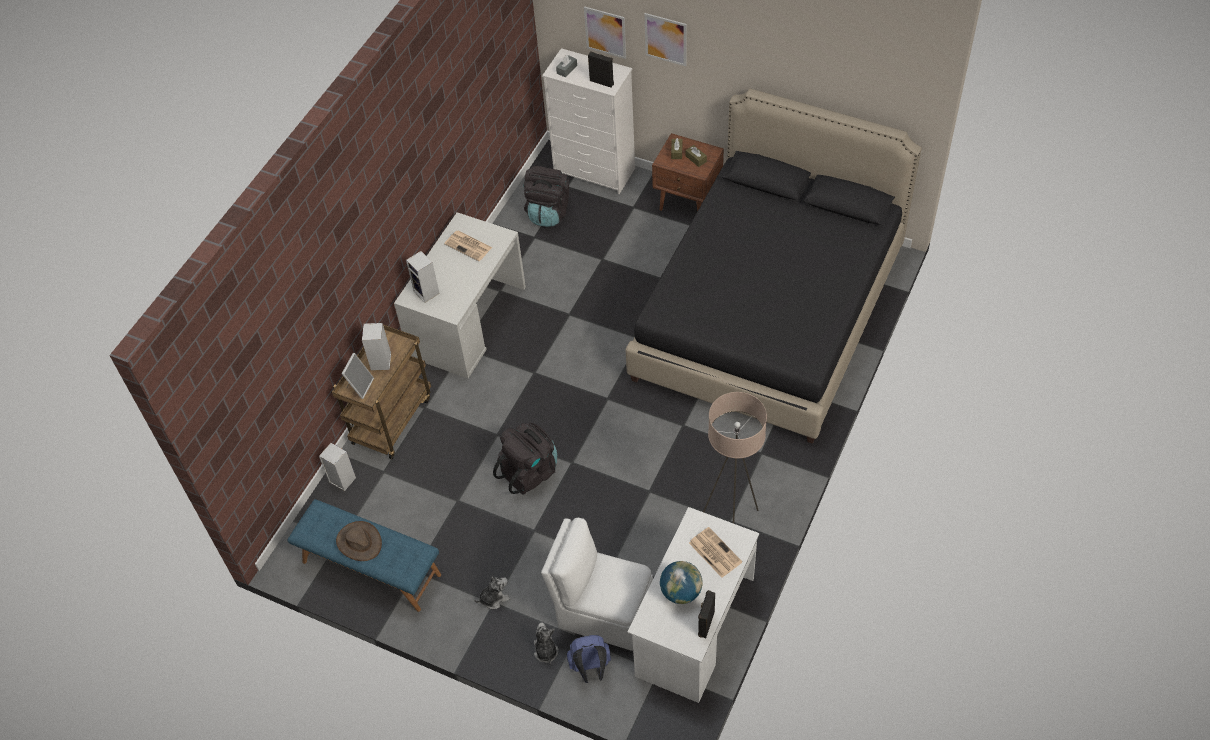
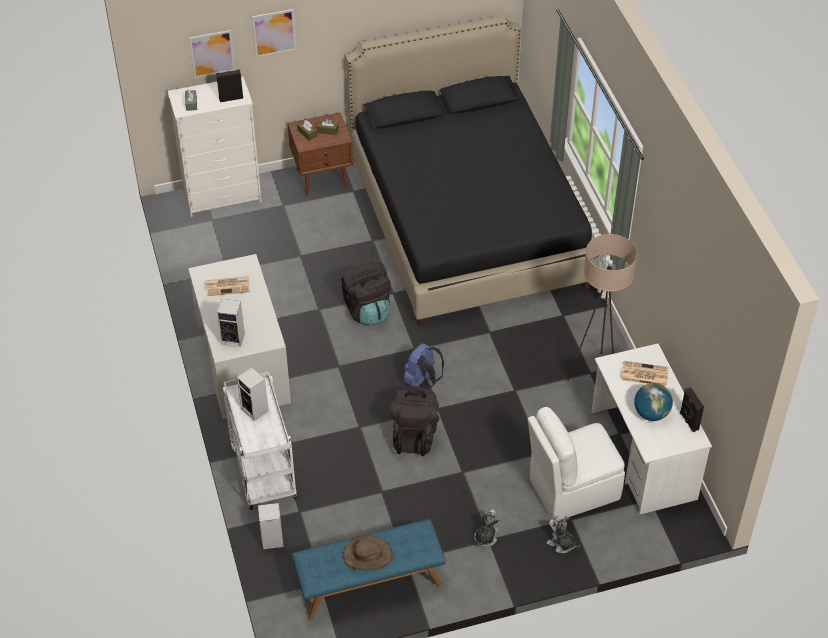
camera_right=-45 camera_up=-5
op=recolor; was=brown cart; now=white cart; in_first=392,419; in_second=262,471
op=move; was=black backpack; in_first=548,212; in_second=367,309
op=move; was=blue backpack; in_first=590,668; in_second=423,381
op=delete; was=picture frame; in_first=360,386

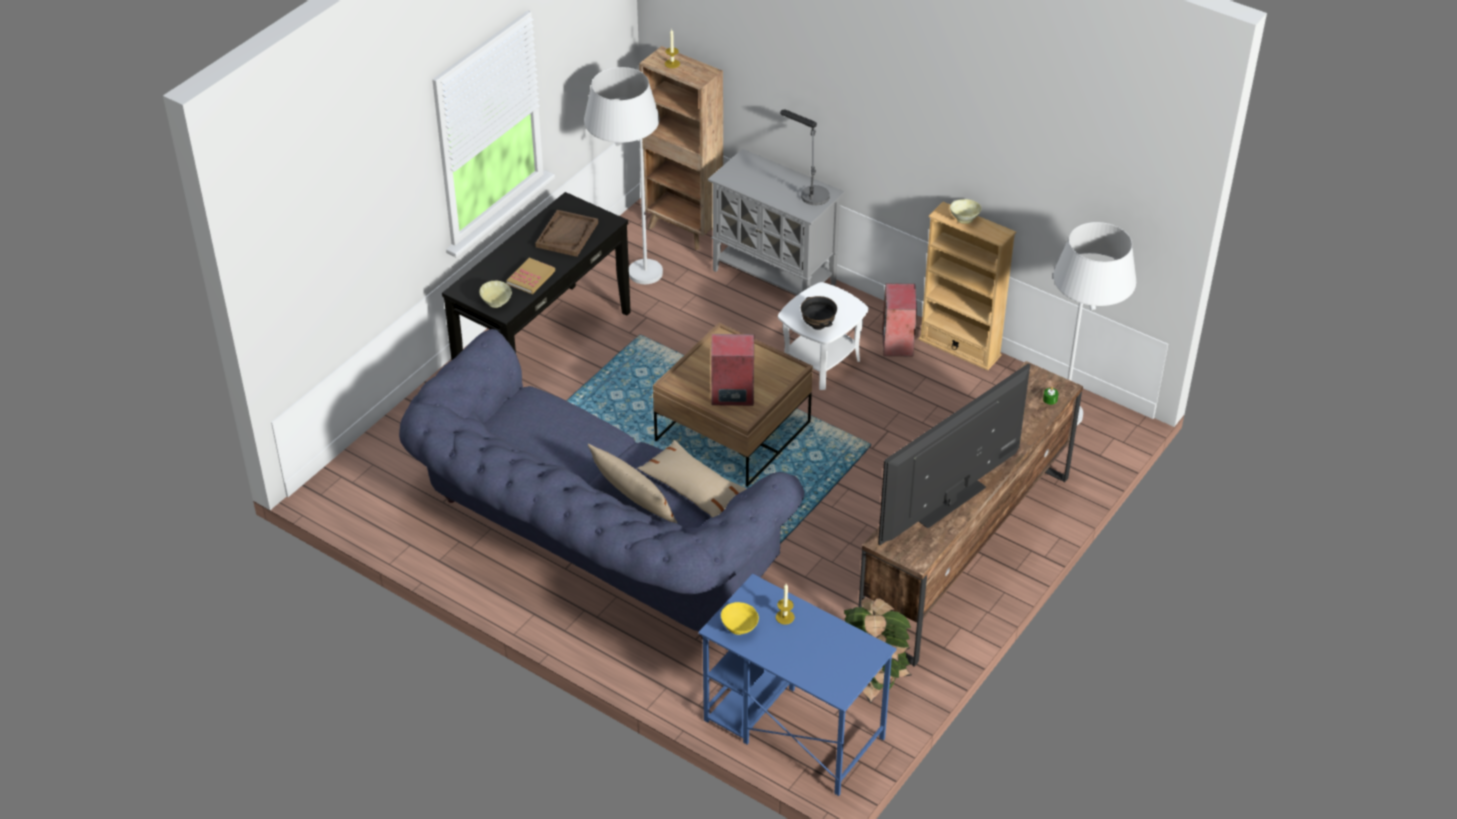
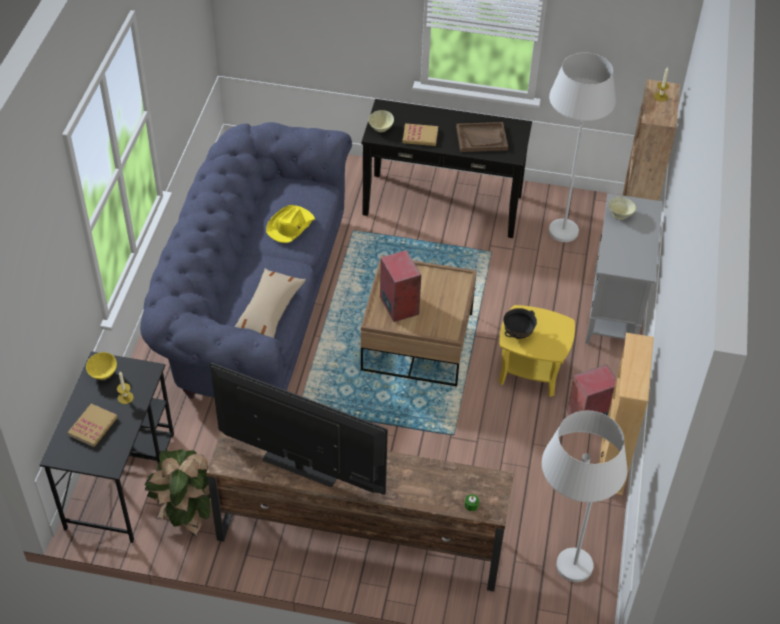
camera_right=65 camera_up=5
op=recolor; was=blue desk; now=black desk; in_first=792,729; in_second=120,479
op=insert; now=book; in_second=93,426
op=insert; now=yellow hat; in_second=290,226
op=recolor; was=white side table; now=yellow side table; in_first=821,362; in_second=531,372
op=move; was=beige bowl; in_first=964,219; in_second=620,215
op=delete; was=beige pillow; in_first=633,502
op=delete; was=table lamp; in_first=808,192

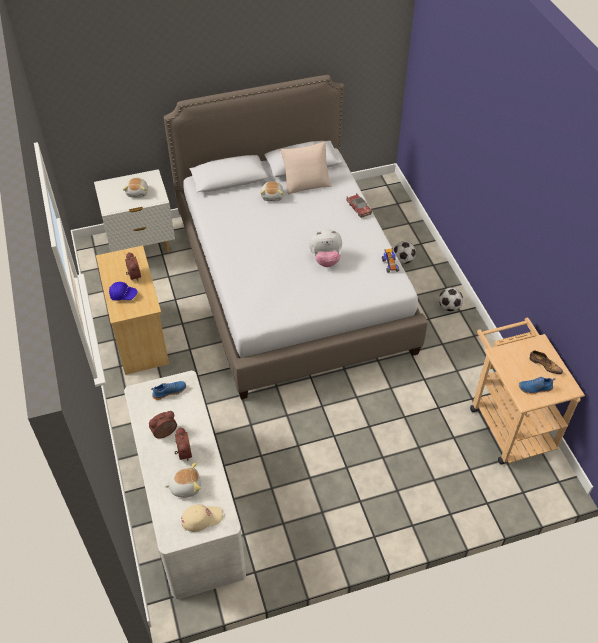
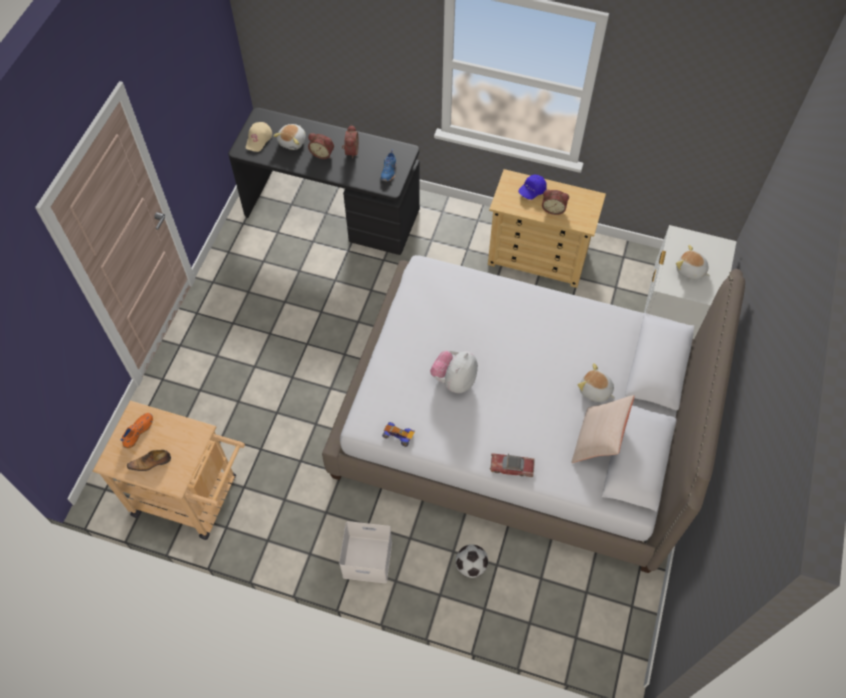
camera_right=125 camera_up=10
op=recolor; was=blue shoe; now=orange shoe; in_first=535,389; in_second=137,431
op=recolor; was=white desk; now=black desk; in_first=189,505; in_second=332,211
op=replace; was=football; now=white storage box; in_first=449,307; in_second=366,560

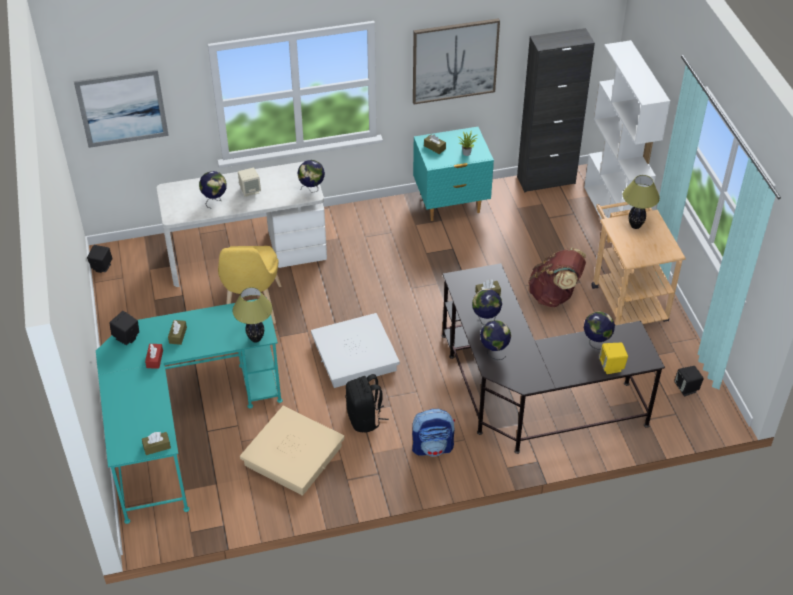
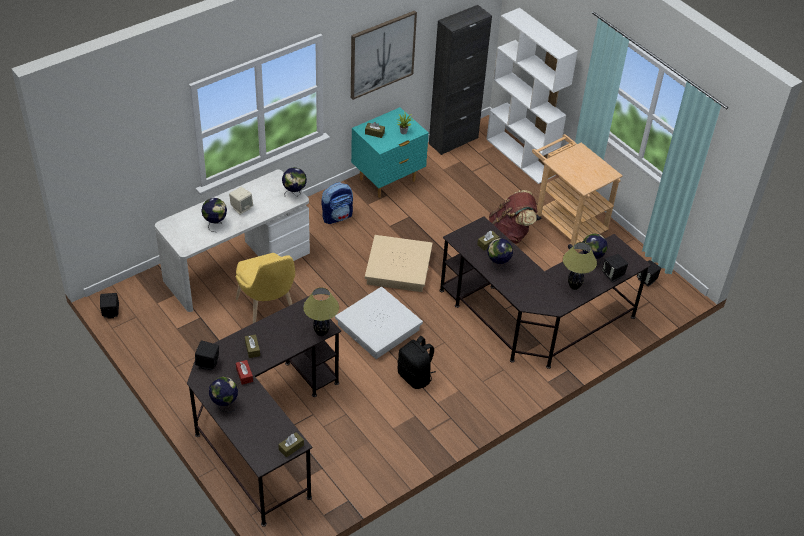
camera_right=-25 camera_up=0
op=recolor; was=turquoise desk; now=black desk; in_first=181,425; in_second=263,429
op=move; was=globe; in_first=494,351; in_second=224,405
op=move; was=backpack; in_first=433,447; in_second=337,216
op=move; was=beige storage box; in_first=293,455; in_second=398,268
op=move; was=table lamp; in_first=635,226; in_second=574,286
op=recolor; was=yellow speaker; now=black speaker; in_first=611,366; in_second=613,275
op=delete; was=picture; in_first=122,108

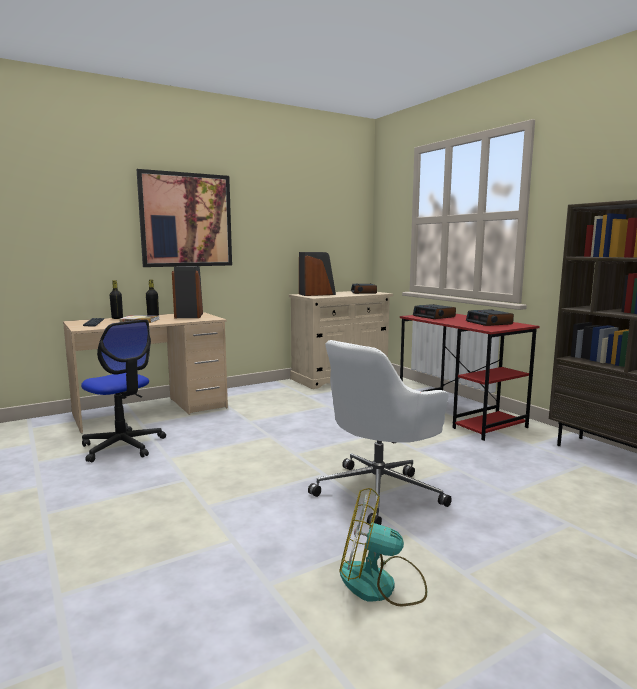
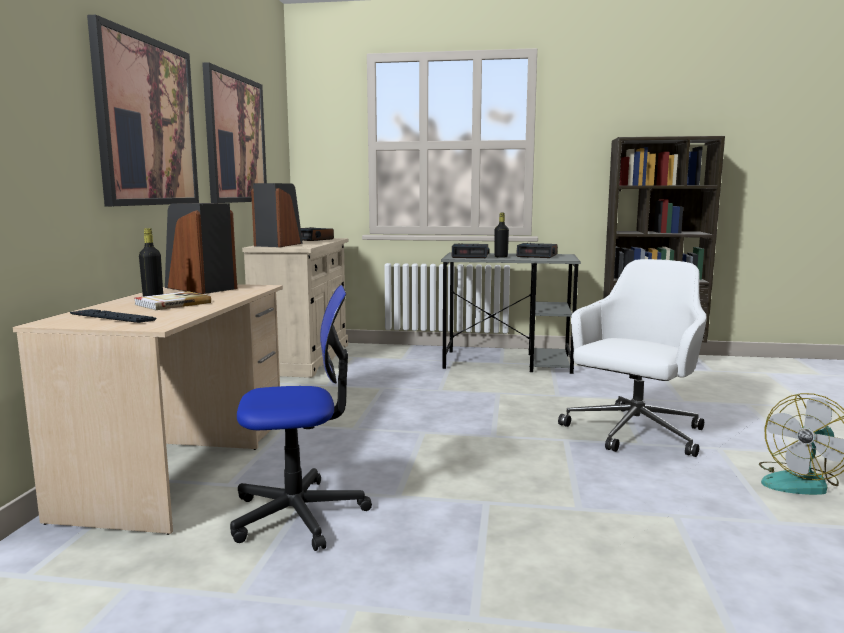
camera_right=-50 camera_up=0
op=insert; now=picture; in_second=235,139
op=recolor; was=red desk; now=grey desk; in_first=460,416; in_second=508,362
op=move; was=black bottle; in_first=117,318; in_second=501,257
op=rotate; was=white office chair; in_first=379,492; in_second=633,433; clockwise=-135

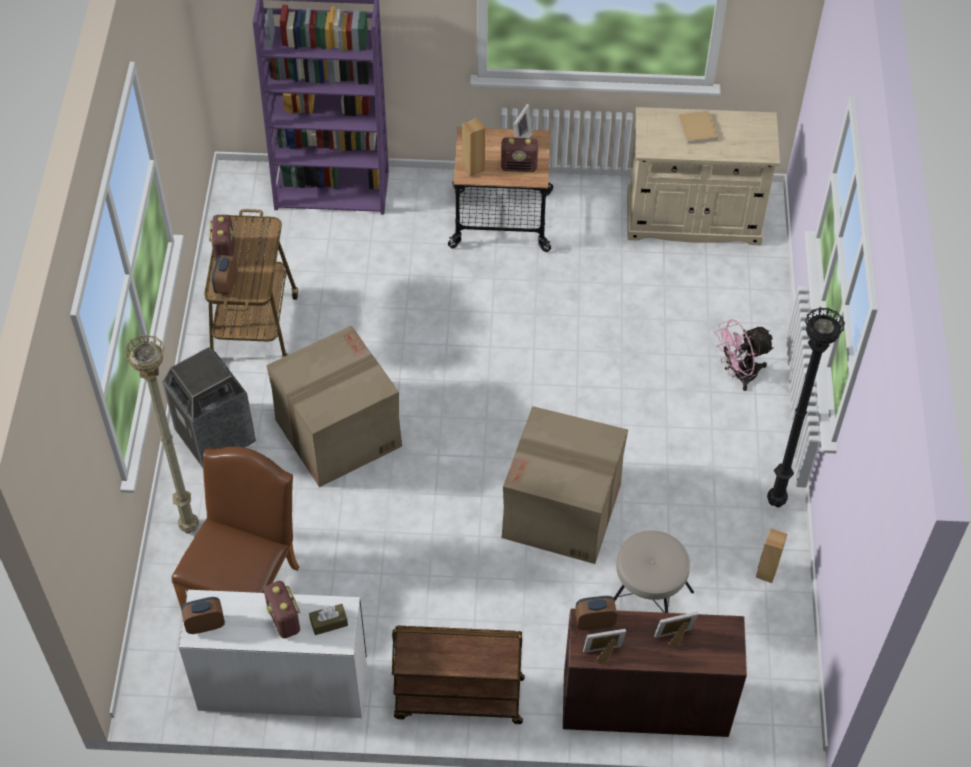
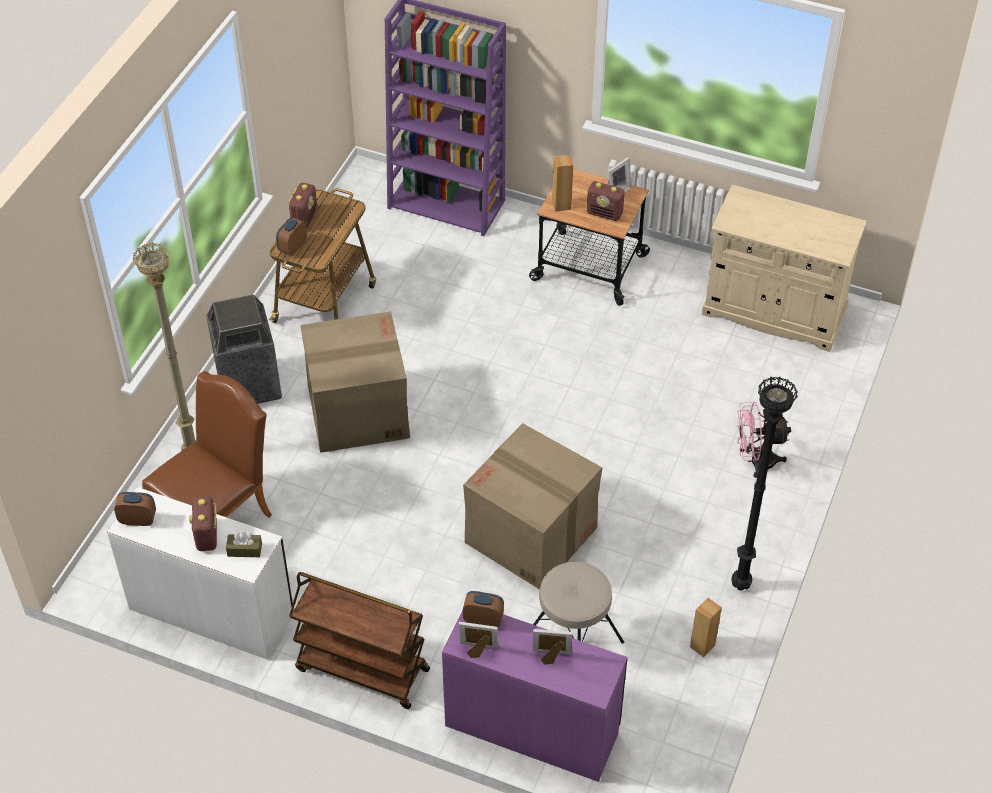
camera_right=20 camera_up=-5
op=recolor; was=brown desk; now=purple desk; in_first=644,703; in_second=532,727
op=delete; was=beige book; in_first=697,130

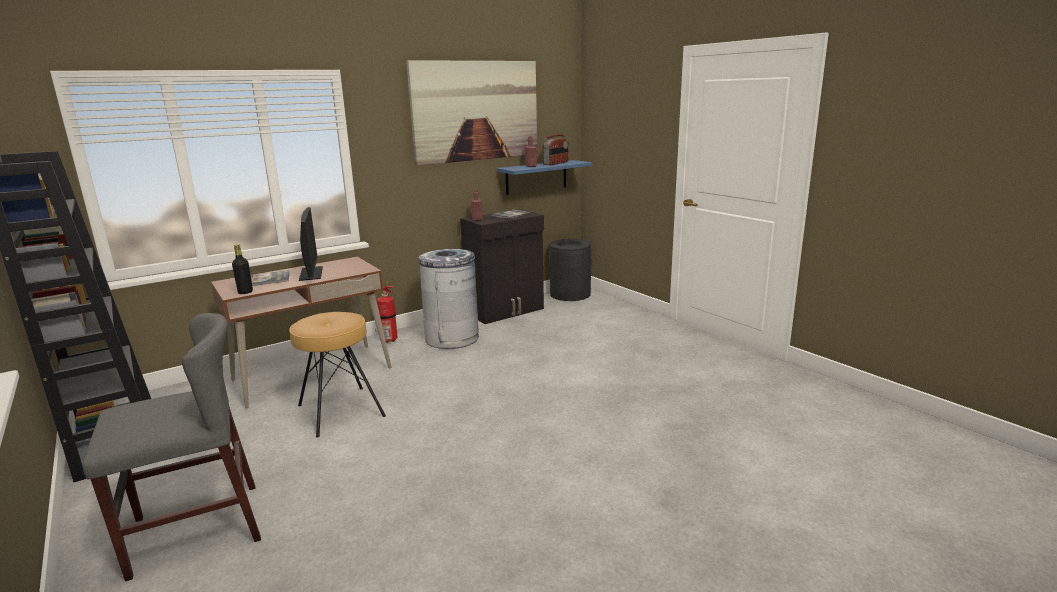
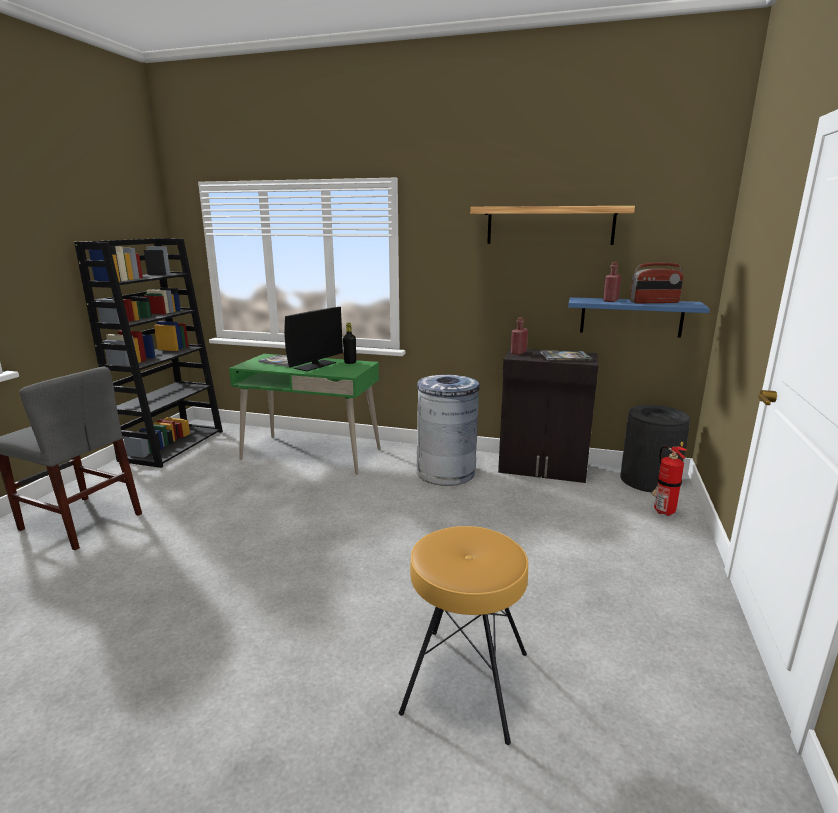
camera_right=50 camera_up=0
op=recolor; was=brown desk; now=green desk; in_first=312,374; in_second=311,454
op=move; was=black bottle; in_first=245,292; in_second=350,362
op=move; was=brown stool; in_first=340,411; in_second=465,681
op=replace; was=picture; now=shelf; in_first=476,111; in_second=550,225
op=move; was=fire extinguisher; in_first=388,340; in_second=662,511

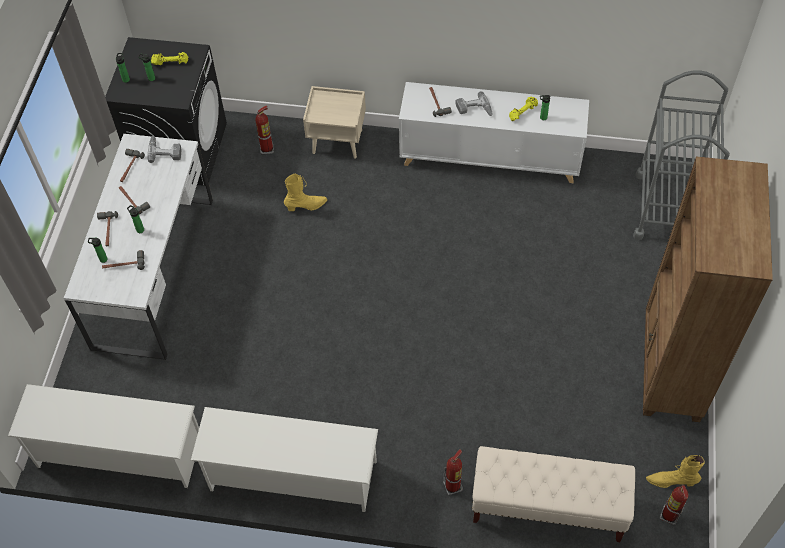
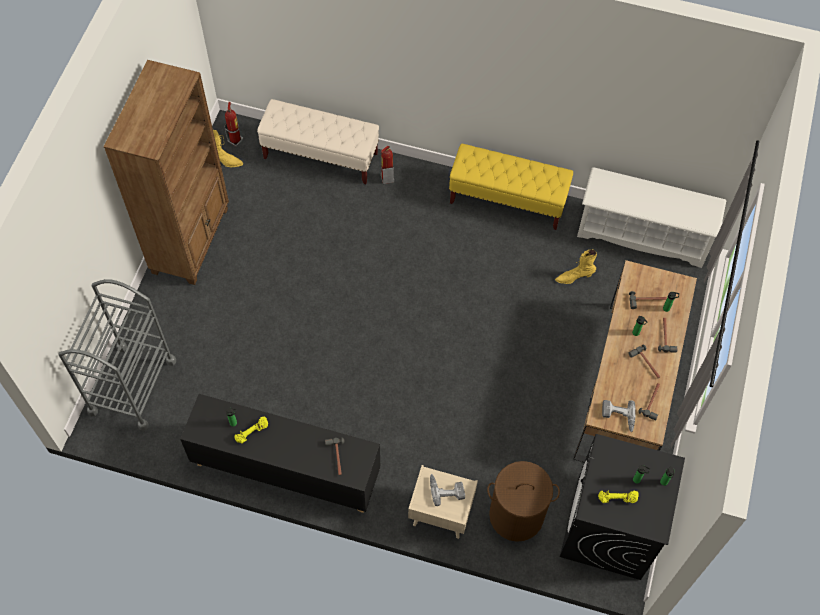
camera_right=-175 camera_up=5
op=recolor; was=white cabinet; now=black cabinet; in_first=490,158; in_second=285,469
op=move; was=power drill; in_first=474,110; in_second=446,489
op=replace; was=white shoe rack; now=yellow bench; in_first=292,476; in_second=507,200
op=replace; was=fire extinguisher; now=brown laundry basket; in_first=267,149; in_second=516,515
op=move; was=yellow boot; in_first=306,206; in_second=574,277
op=recolor; was=white desk; now=brown desk; in_first=154,272; in_second=626,388

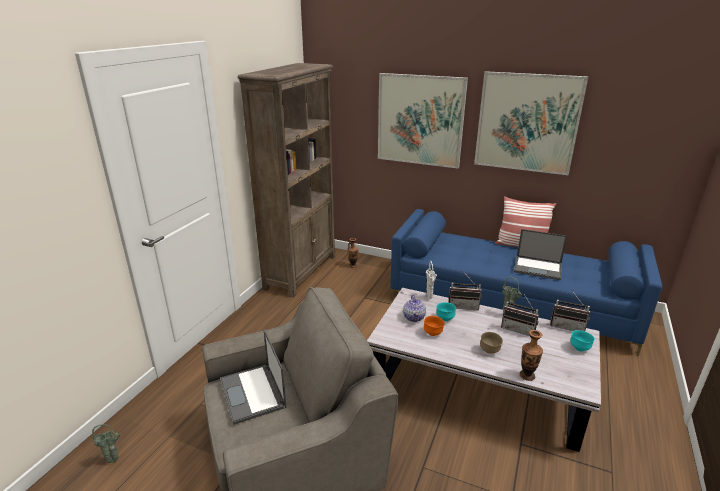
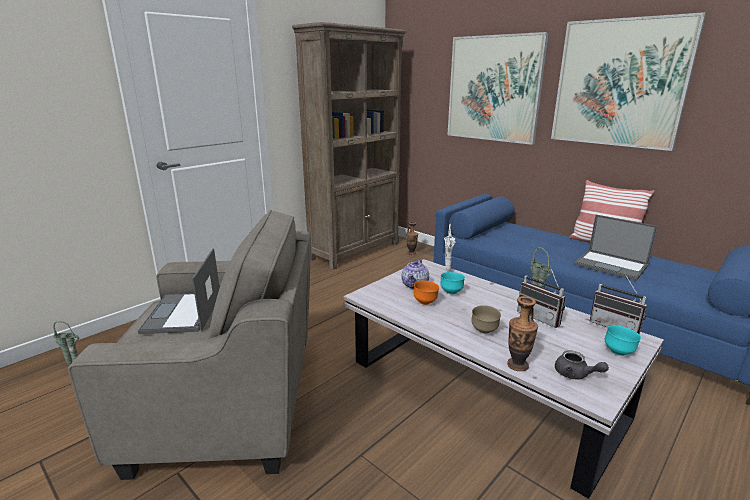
camera_right=20 camera_up=-5
op=insert; now=grey teapot; in_second=575,375
op=delete; was=radio; in_first=463,306

